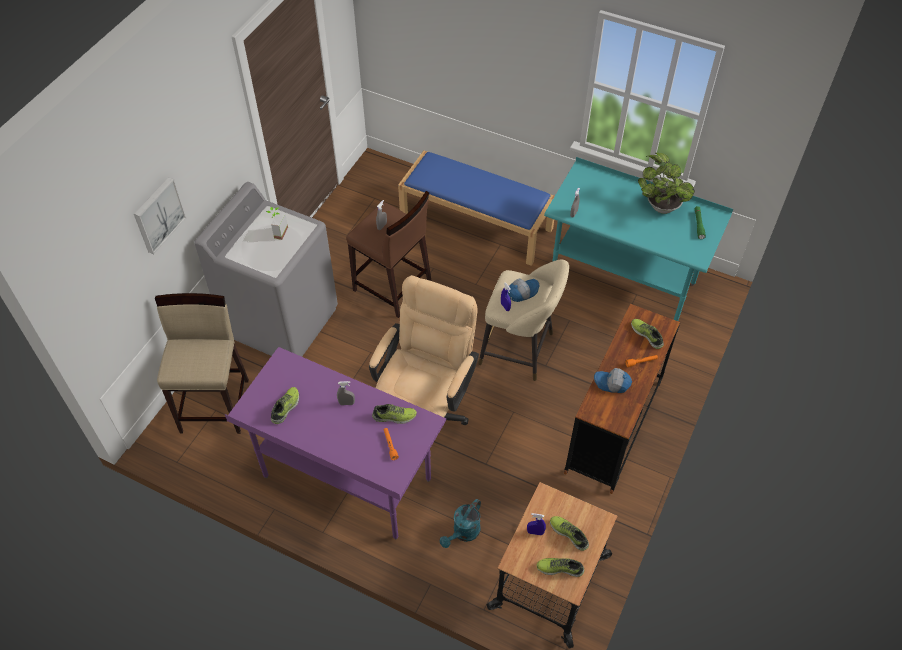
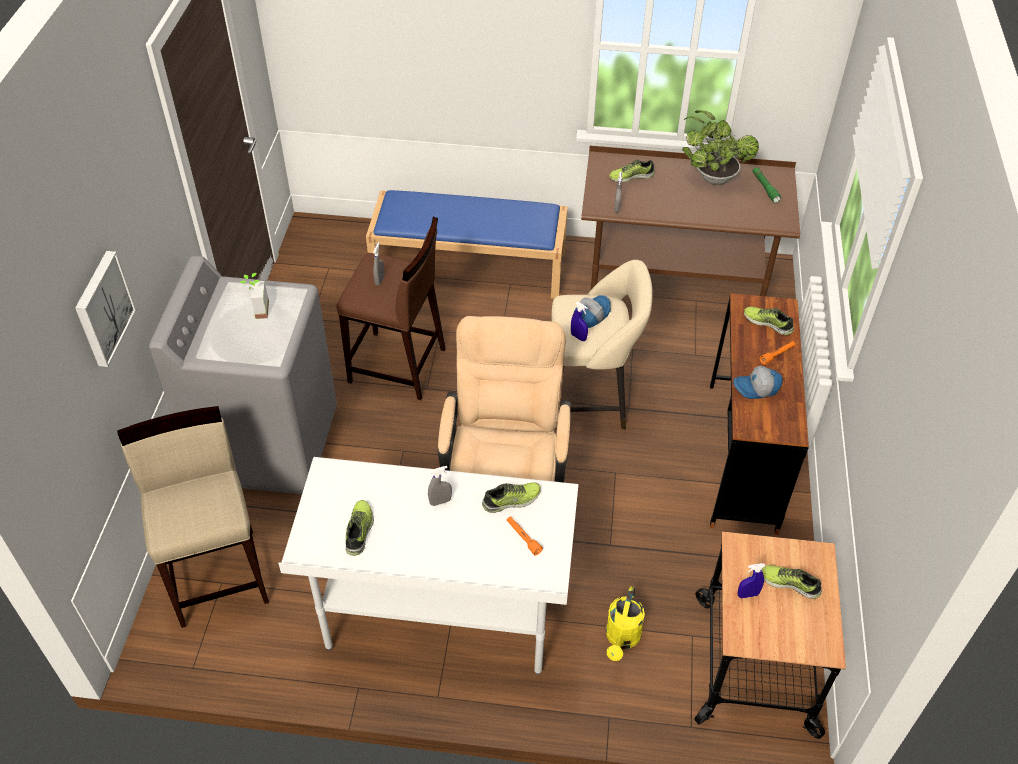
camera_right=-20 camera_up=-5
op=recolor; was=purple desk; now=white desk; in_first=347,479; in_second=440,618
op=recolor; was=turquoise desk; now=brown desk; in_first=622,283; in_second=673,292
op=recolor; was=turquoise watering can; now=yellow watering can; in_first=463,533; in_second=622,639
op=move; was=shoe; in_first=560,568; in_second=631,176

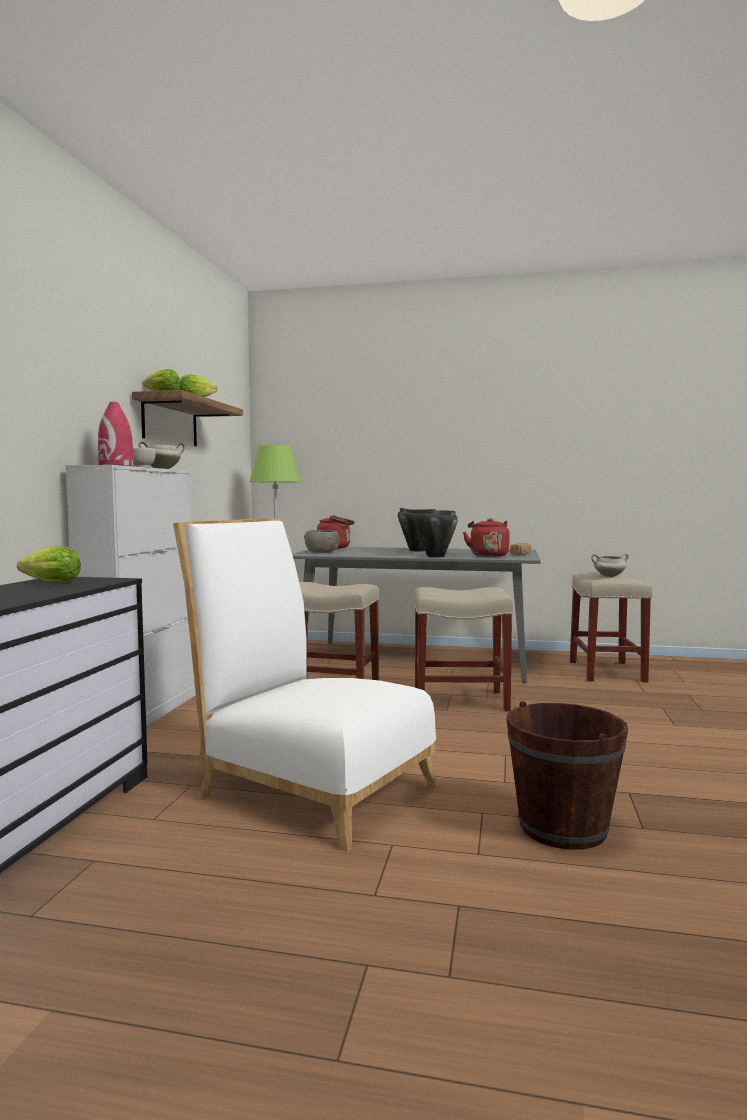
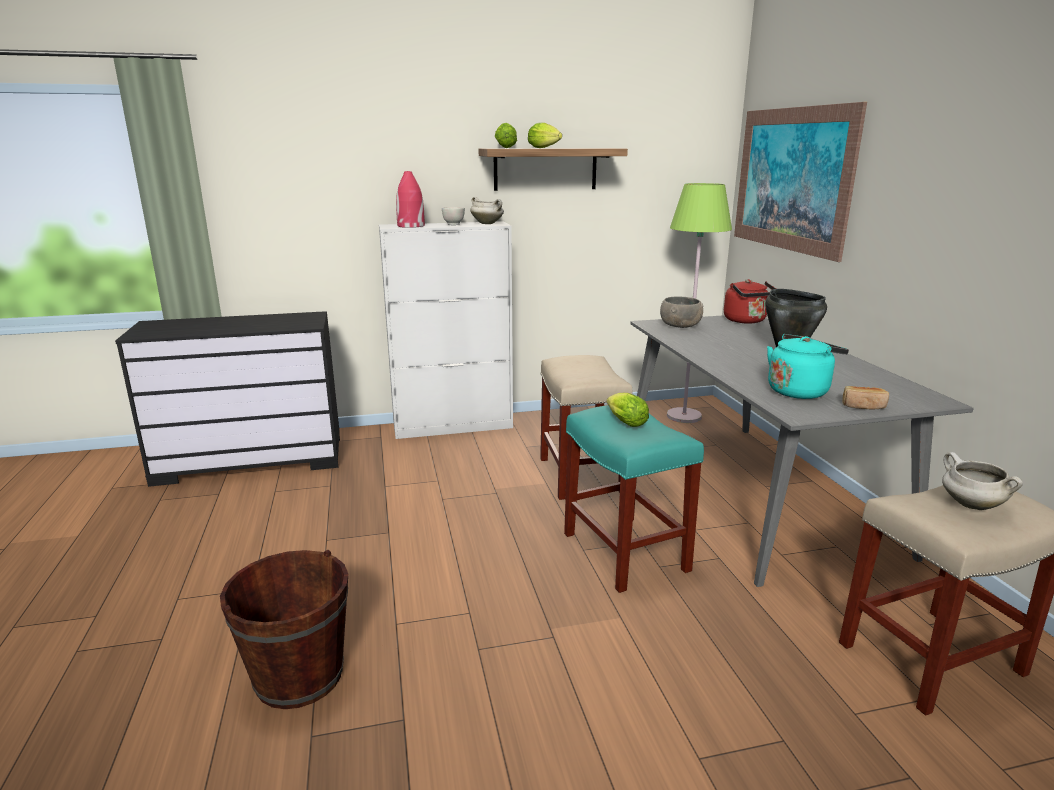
camera_right=65 camera_up=15
op=recolor; was=beige stool; now=turquoise stool; in_first=458,701; in_second=623,551
op=move; was=lettuce; in_first=49,583; in_second=624,422
op=insert; now=picture; in_second=791,179
op=recolor; was=red kettle; now=turquoise kettle; in_first=488,555; in_second=799,391
op=delete; was=white chair; in_first=307,786
op=delete; was=black cooking pot; in_first=435,556

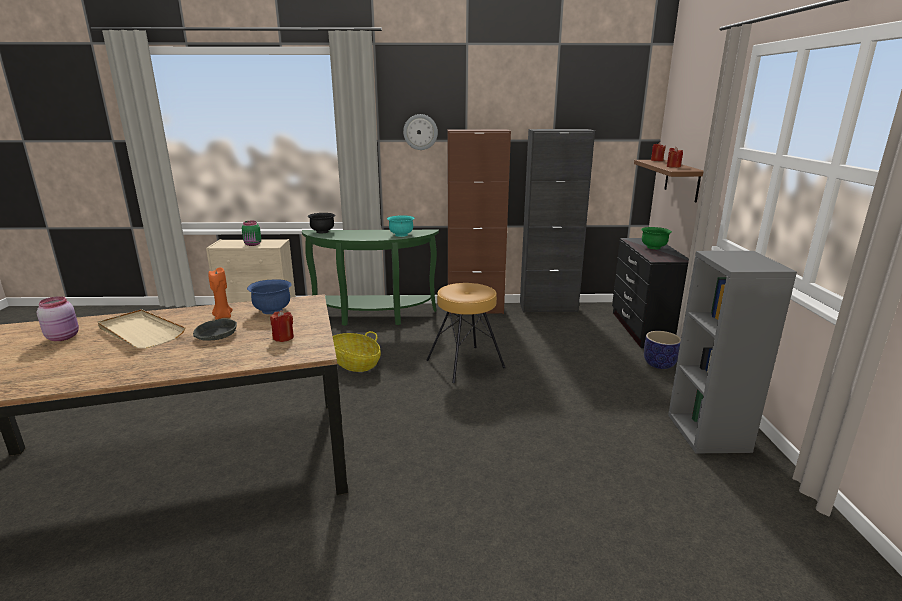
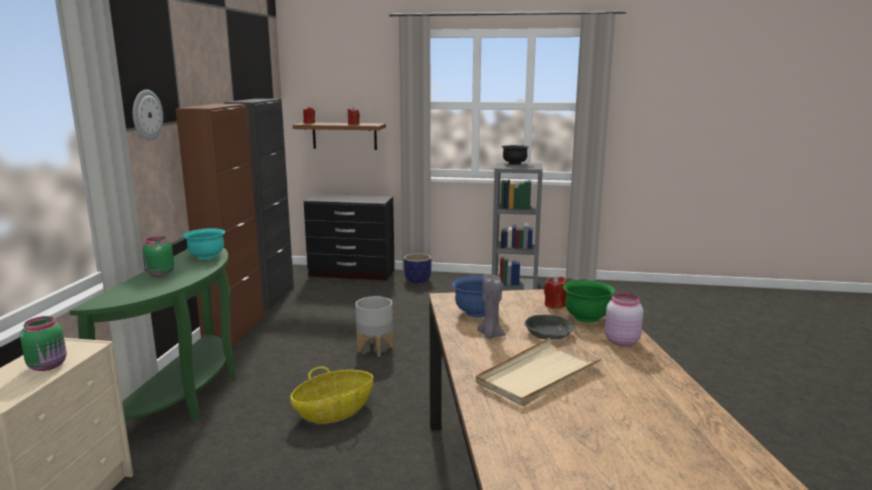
camera_right=-80 camera_up=-5
op=insert; now=green jar; in_second=159,273
op=replace; was=brown stool; now=grey planter; in_first=465,364; in_second=375,348
op=recolor; was=orange candle; now=grey candle; in_first=223,316; in_second=490,335
op=move; was=black bowl; in_first=322,232; in_second=514,164
op=move; was=green bowl; in_first=654,247; in_second=587,318
op=move; was=pink jar; in_first=64,337; in_second=621,341

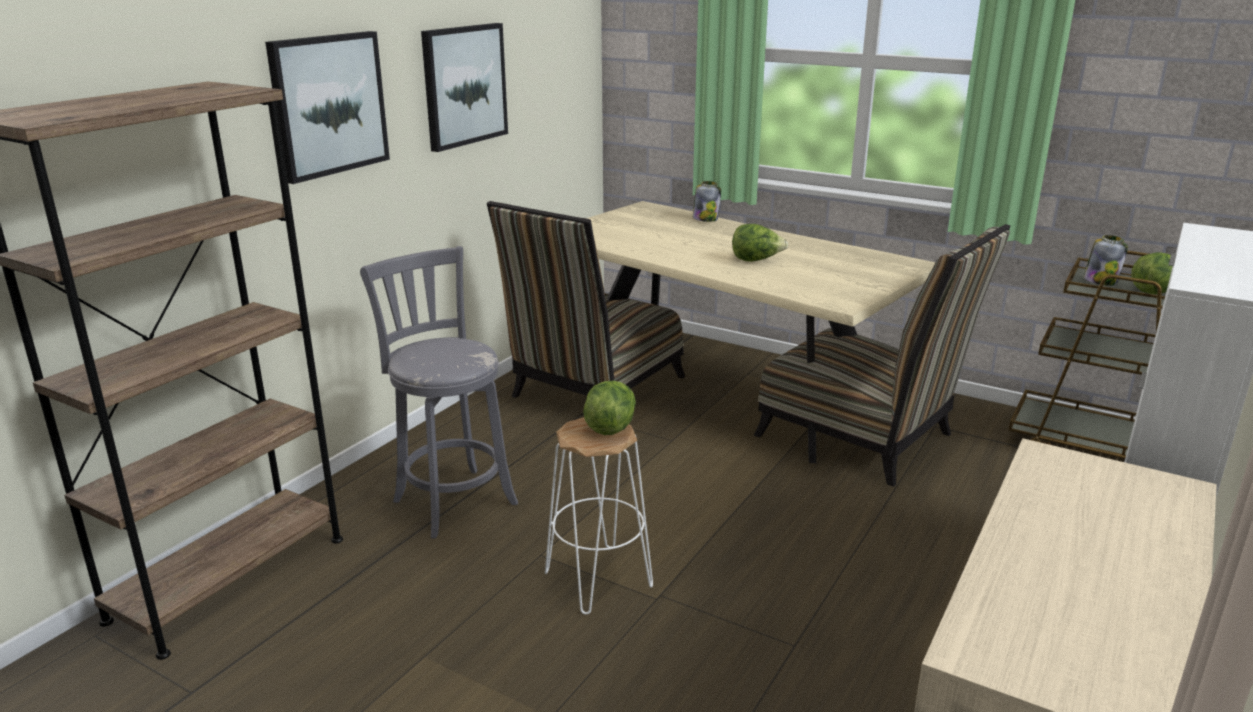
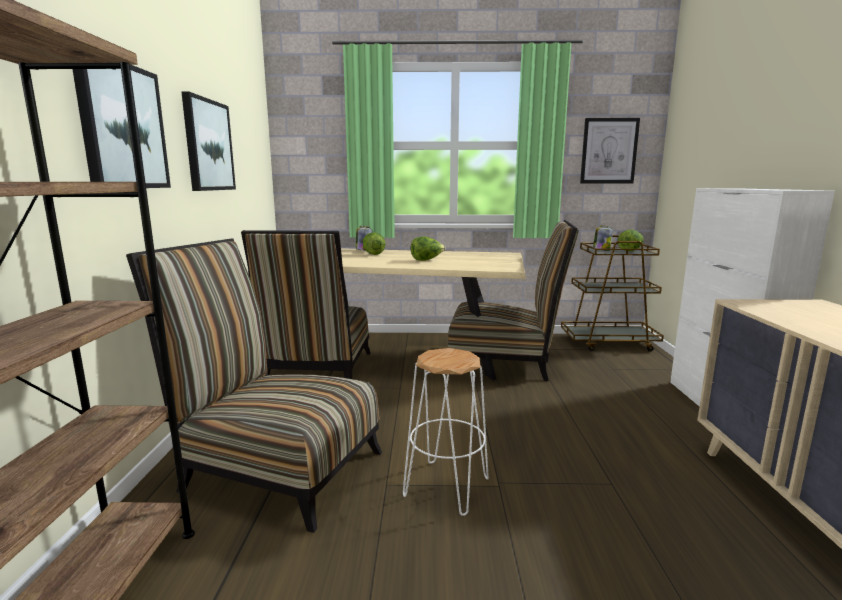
camera_right=-30 camera_up=-10
op=replace; was=grey stool; now=chair; in_first=452,499; in_second=275,467
op=move; was=lettuce; in_first=610,426; in_second=373,254
op=insert; now=picture; in_second=609,151

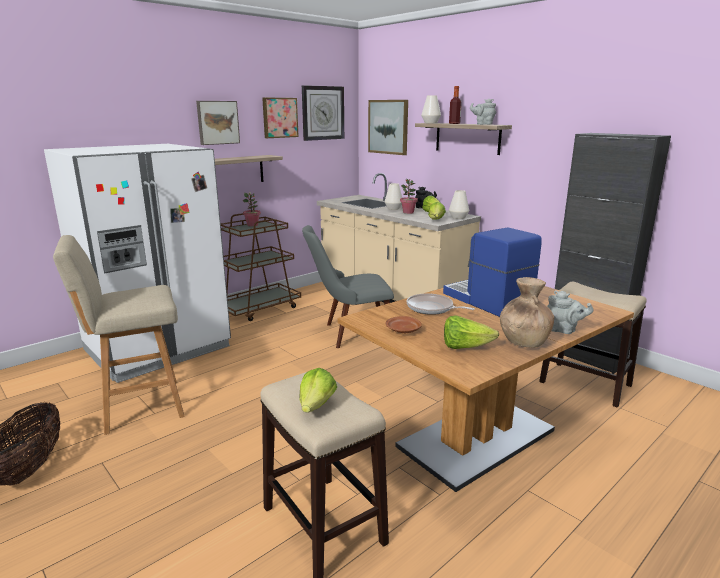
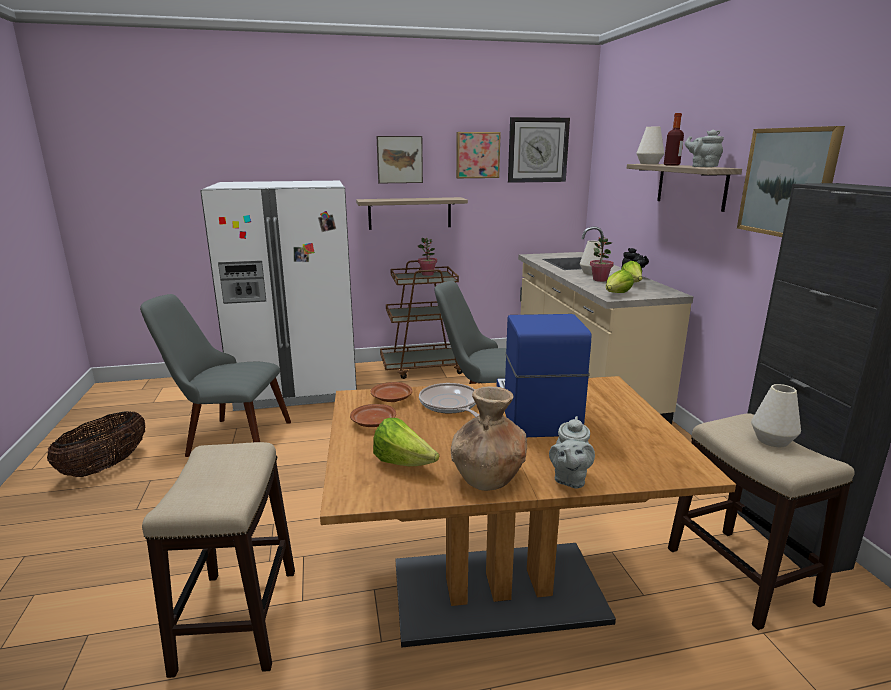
camera_right=30 camera_up=0
op=replace; was=beige stool; now=grey chair; in_first=139,406; in_second=226,438
op=insert; now=brown plate; in_second=391,399
op=rotate; was=grey teapot; in_first=563,330; in_second=569,479; clockwise=45
op=move; was=picture; in_first=388,127; in_second=788,182
op=move; was=white vase; in_first=458,217; in_second=772,440
op=delete; was=lettuce; in_first=316,405

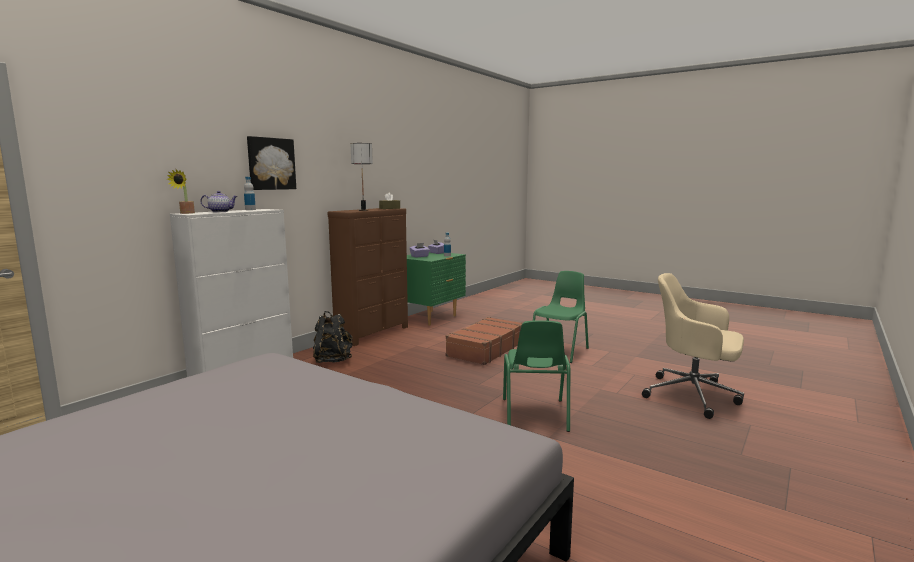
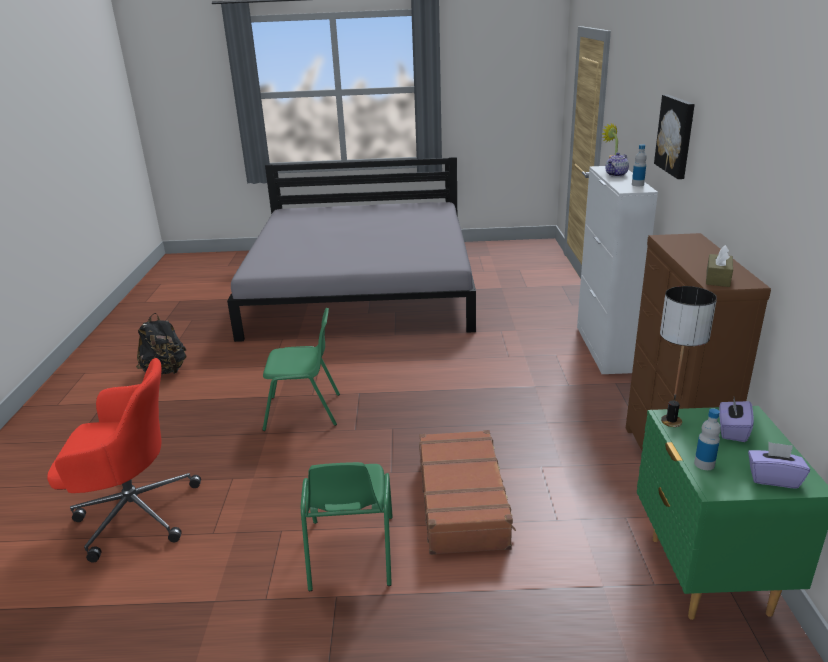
camera_right=145 camera_up=15
op=recolor; was=beige office chair; now=red office chair; in_first=693,396; in_second=133,513
op=move; was=black backpack; in_first=333,360; in_second=165,371
op=rotate; was=green chair; in_first=534,415; in_second=304,412; clockwise=120
op=move; was=table lamp; in_first=363,210; in_second=671,421

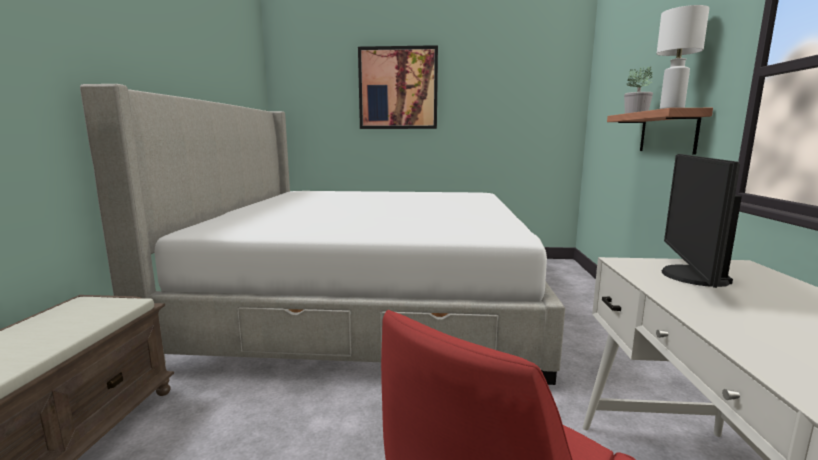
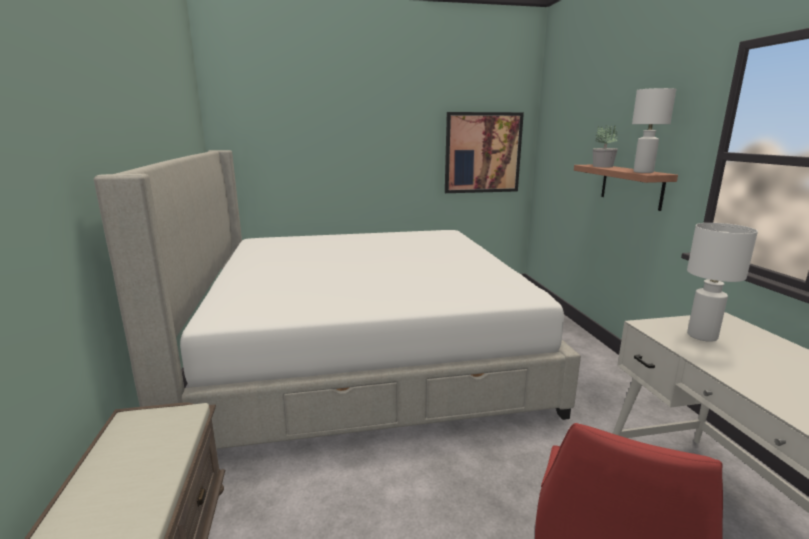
camera_right=-15 camera_up=5
op=move; was=picture; in_first=398,88; in_second=482,153
op=replace; was=monitor; now=white table lamp; in_first=691,276; in_second=703,336

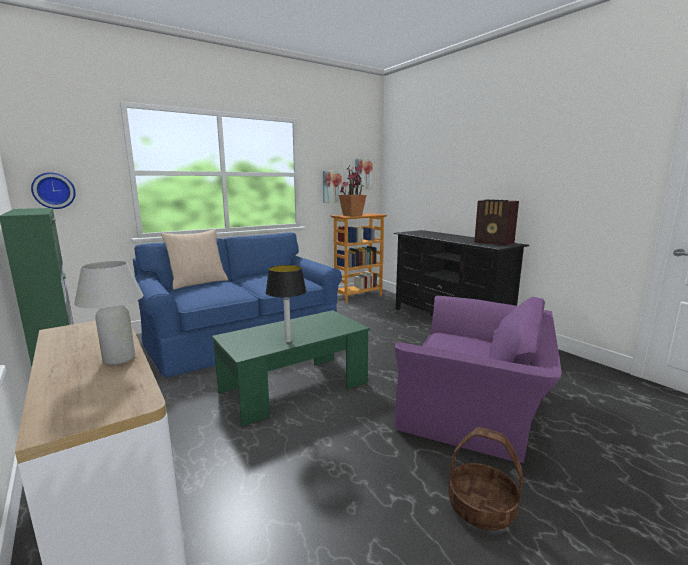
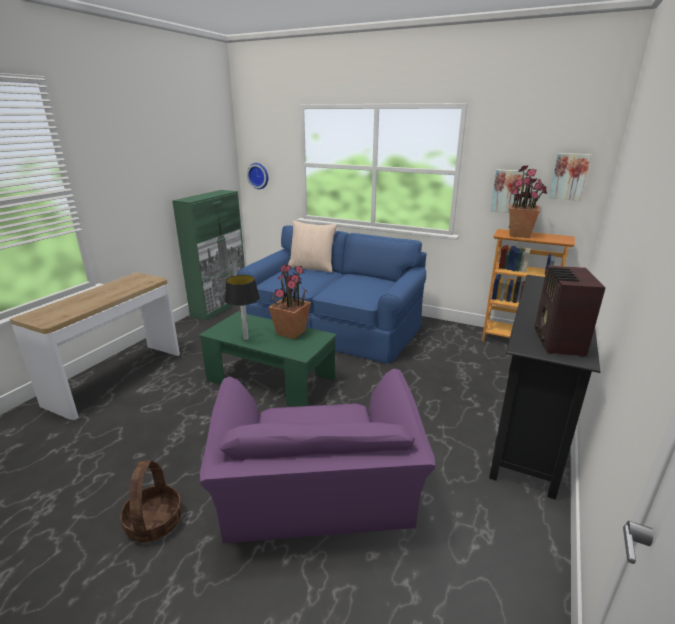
camera_right=60 camera_up=10
op=insert; now=potted plant; in_second=291,332
op=delete; was=white table lamp; in_first=119,359

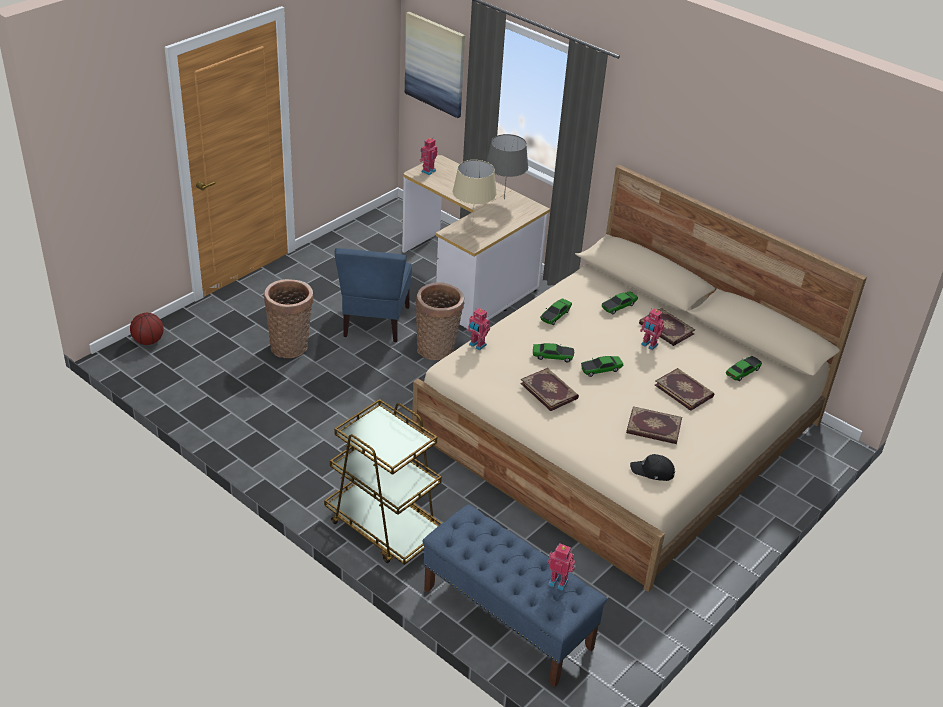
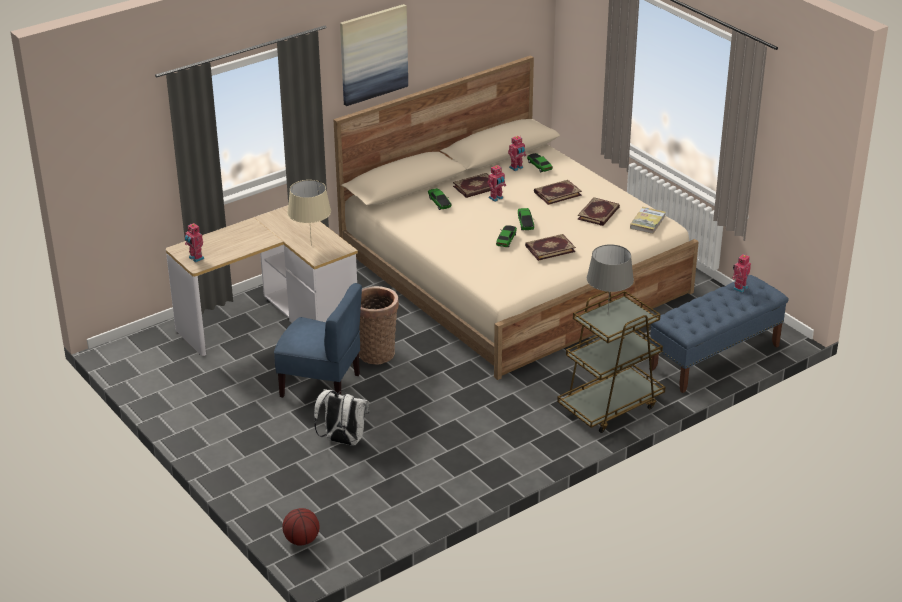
camera_right=-75 camera_up=-5
op=replace; was=basket; now=white backpack; in_first=291,345; in_second=342,441
op=move; was=picture; in_first=435,64; in_second=373,54
op=move; was=toy robot; in_first=477,345; in_second=516,168
op=move; was=grey table lamp; in_first=504,199; in_second=607,314
op=replace; was=black cap; now=book; in_first=653,472; in_second=647,222
op=delete; was=toy car; in_first=555,315

